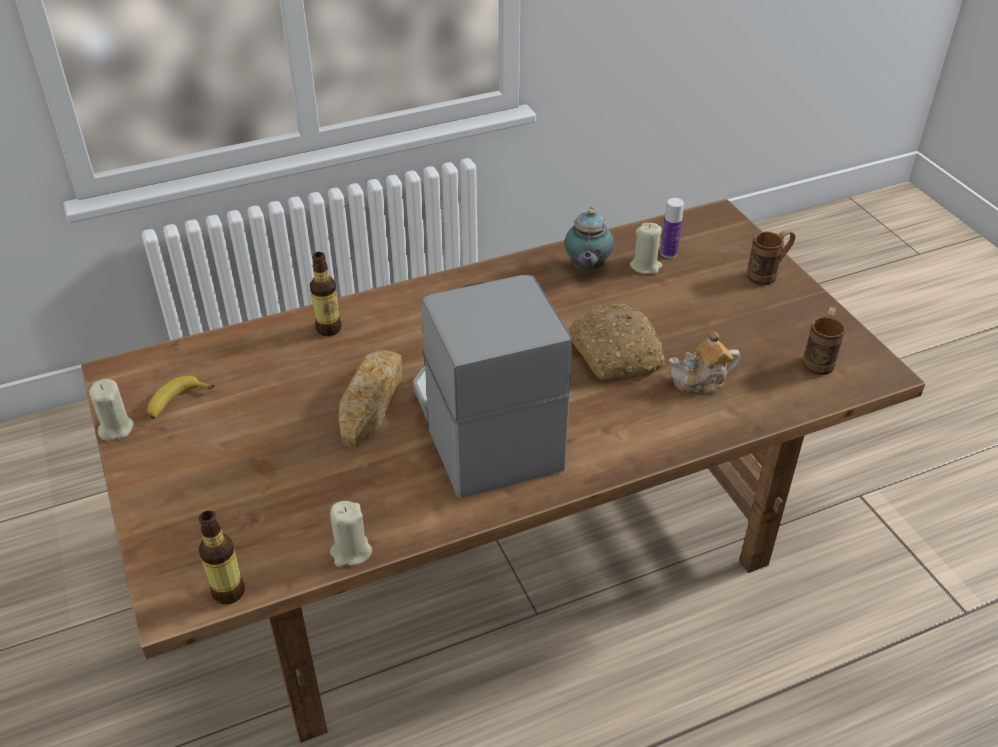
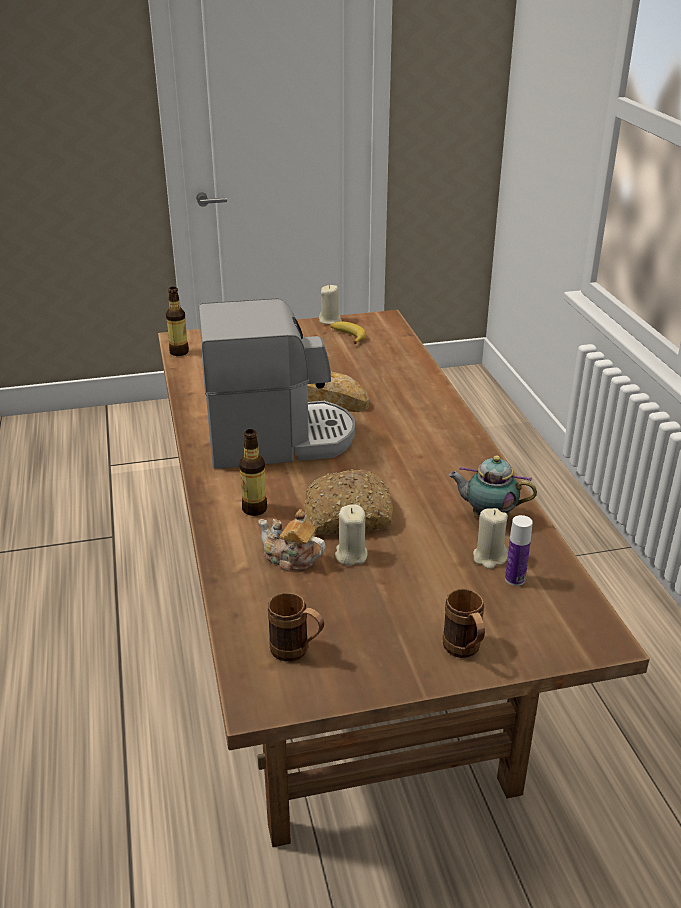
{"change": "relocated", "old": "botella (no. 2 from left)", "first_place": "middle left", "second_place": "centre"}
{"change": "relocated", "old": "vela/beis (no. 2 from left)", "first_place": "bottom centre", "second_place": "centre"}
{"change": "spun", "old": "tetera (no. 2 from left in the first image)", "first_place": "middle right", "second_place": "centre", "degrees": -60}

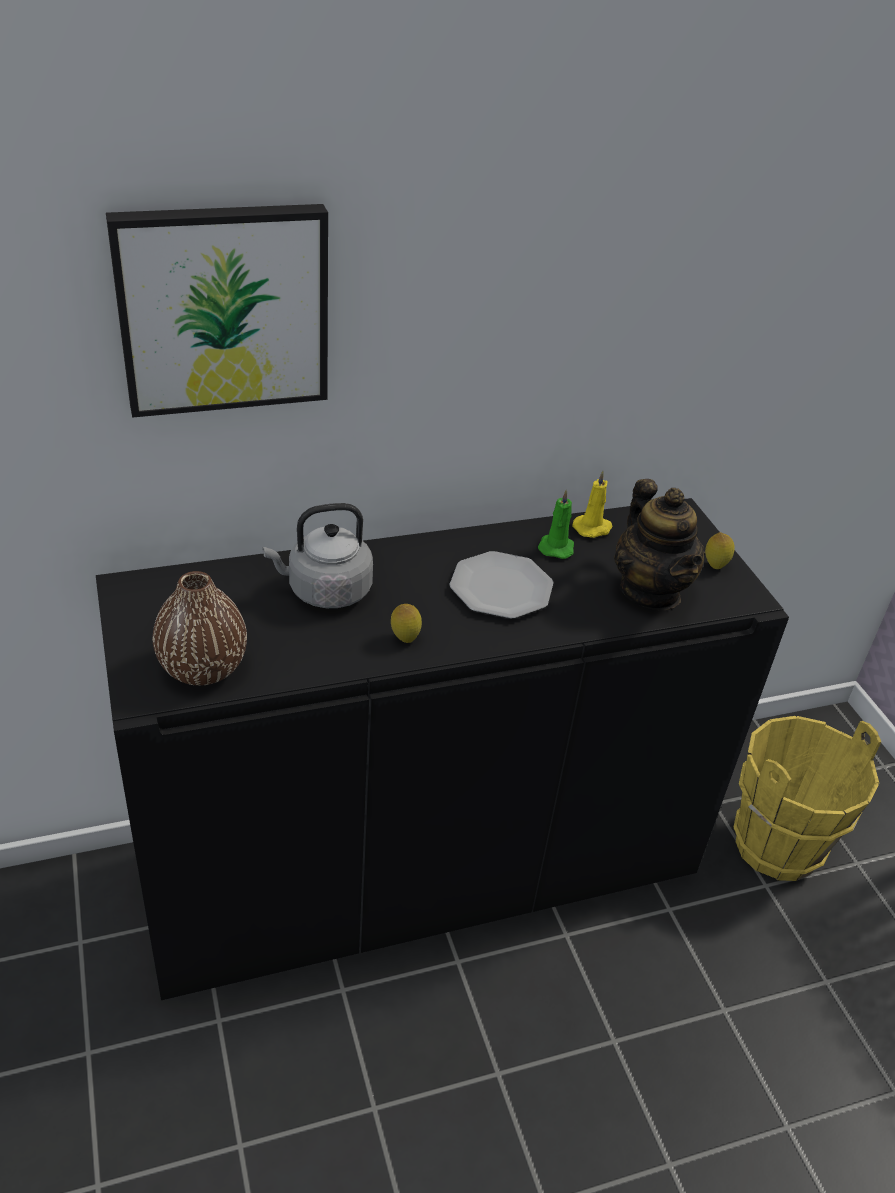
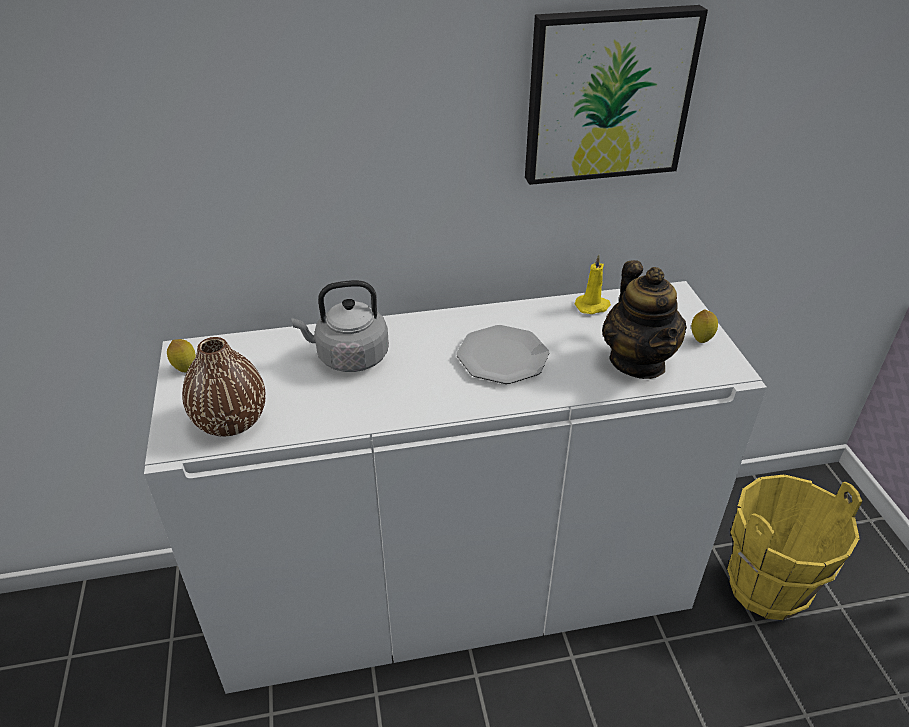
{"change": "missing", "old": "vela/verde", "first_place": "centre"}
{"change": "relocated", "old": "cuadro", "first_place": "top left", "second_place": "top right"}
{"change": "relocated", "old": "limón (no. 1 from left)", "first_place": "centre", "second_place": "middle left"}
{"change": "colour", "old": "armario/negro", "new": "armario/blanco", "first_place": "centre", "second_place": "bottom centre"}

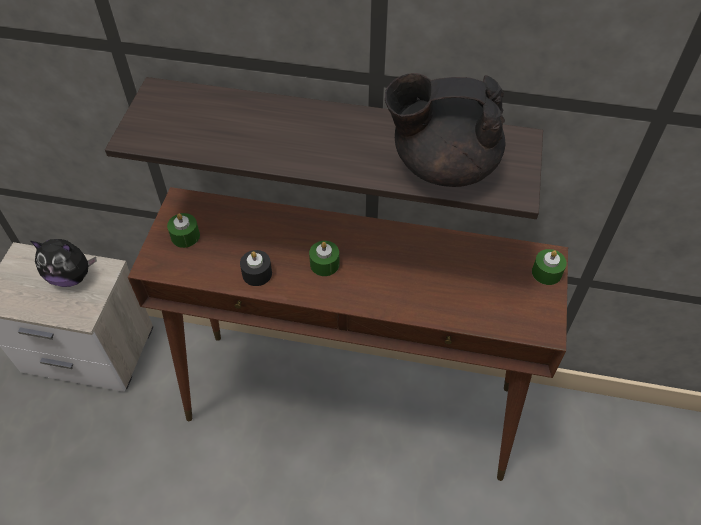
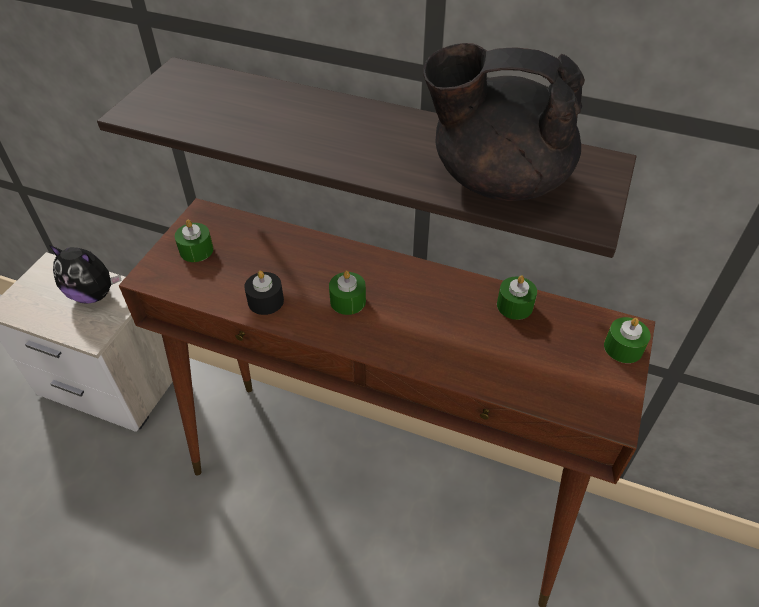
{"change": "appeared", "new": "vela/verde (no. 3 from left)", "second_place": "middle right"}

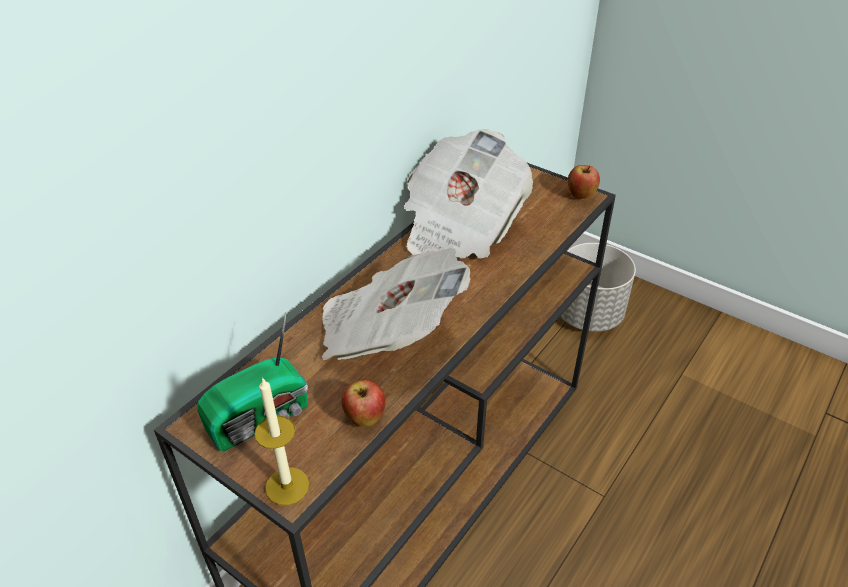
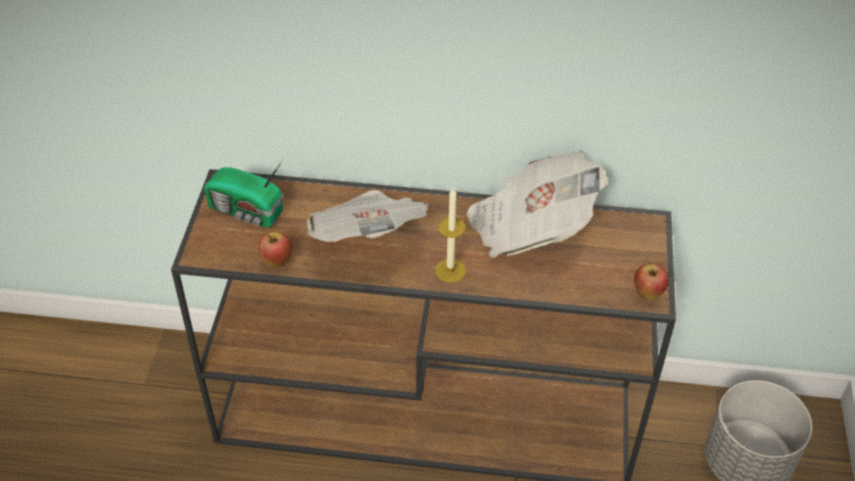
{"change": "relocated", "old": "vela", "first_place": "bottom left", "second_place": "centre"}

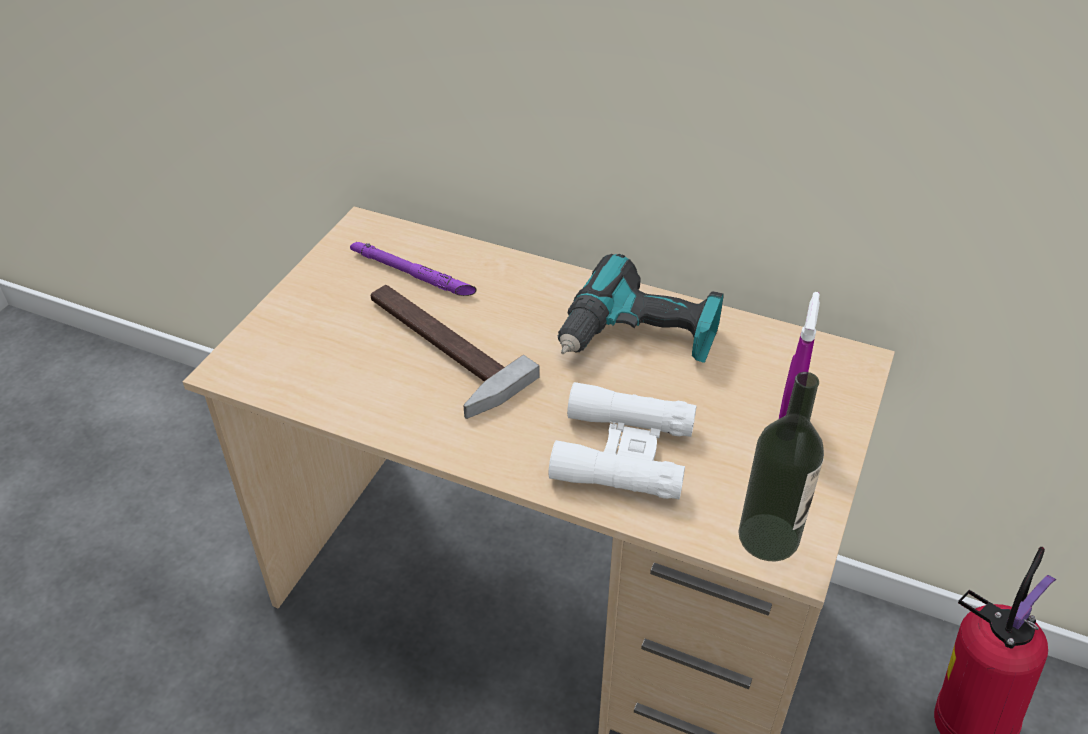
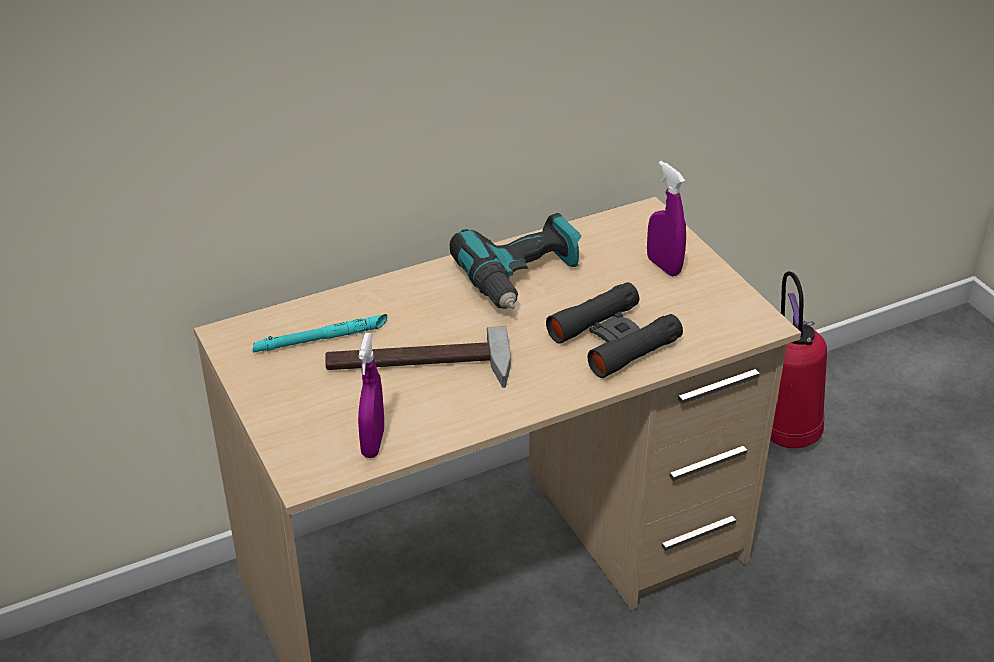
{"change": "missing", "old": "botella", "first_place": "middle right"}
{"change": "appeared", "new": "pulverizador/morado (no. 1 from left)", "second_place": "centre"}
{"change": "colour", "old": "linterna/morado", "new": "linterna/turquesa", "first_place": "centre", "second_place": "middle left"}
{"change": "colour", "old": "prismáticos/blanco", "new": "prismáticos/negro", "first_place": "centre", "second_place": "centre"}

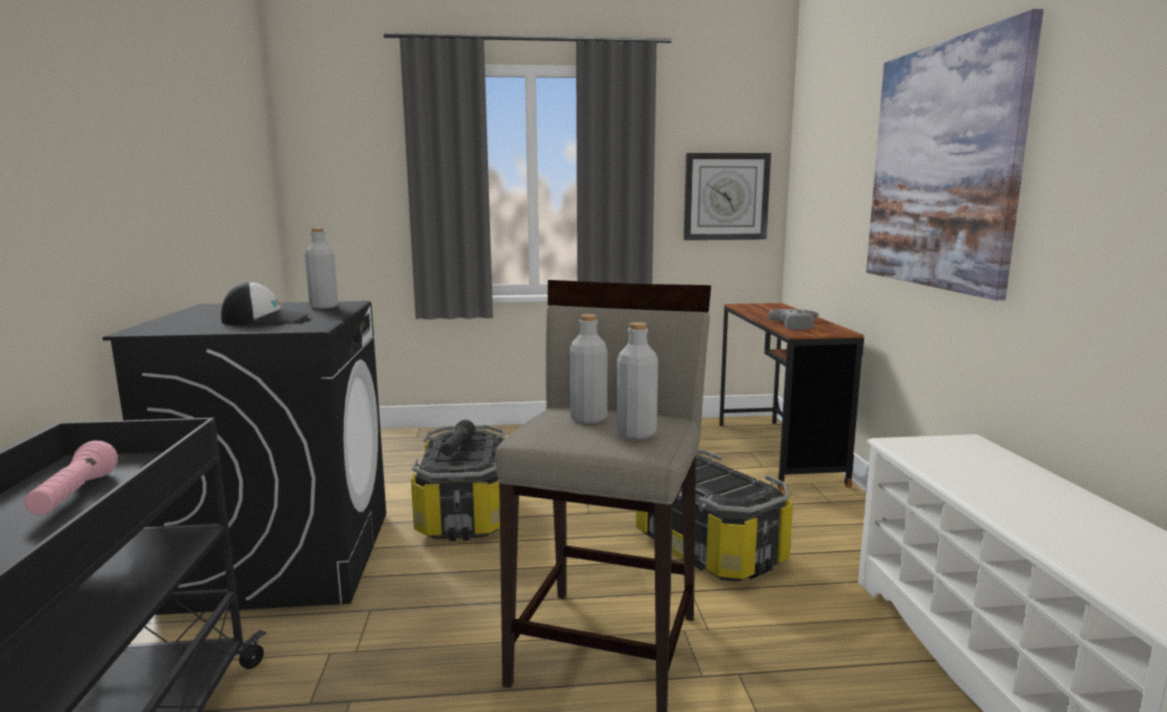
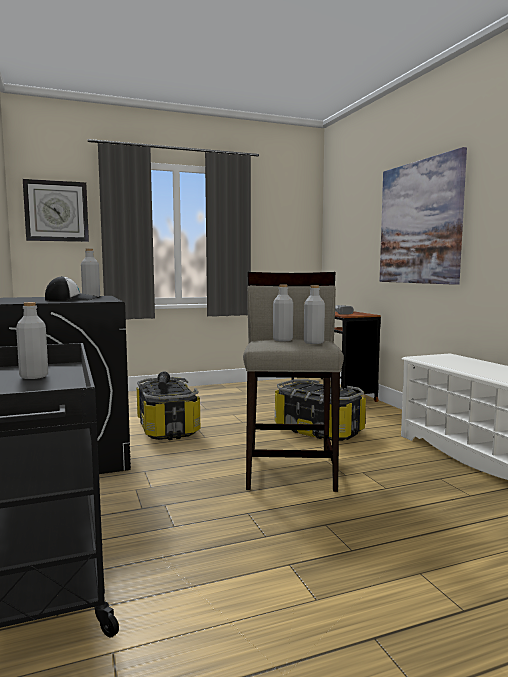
{"change": "relocated", "old": "reloj de pared", "first_place": "top centre", "second_place": "top left"}
{"change": "exchanged", "old": "linterna/rosa", "new": "botella/gris (no. 1 from left)", "first_place": "bottom left", "second_place": "middle left"}

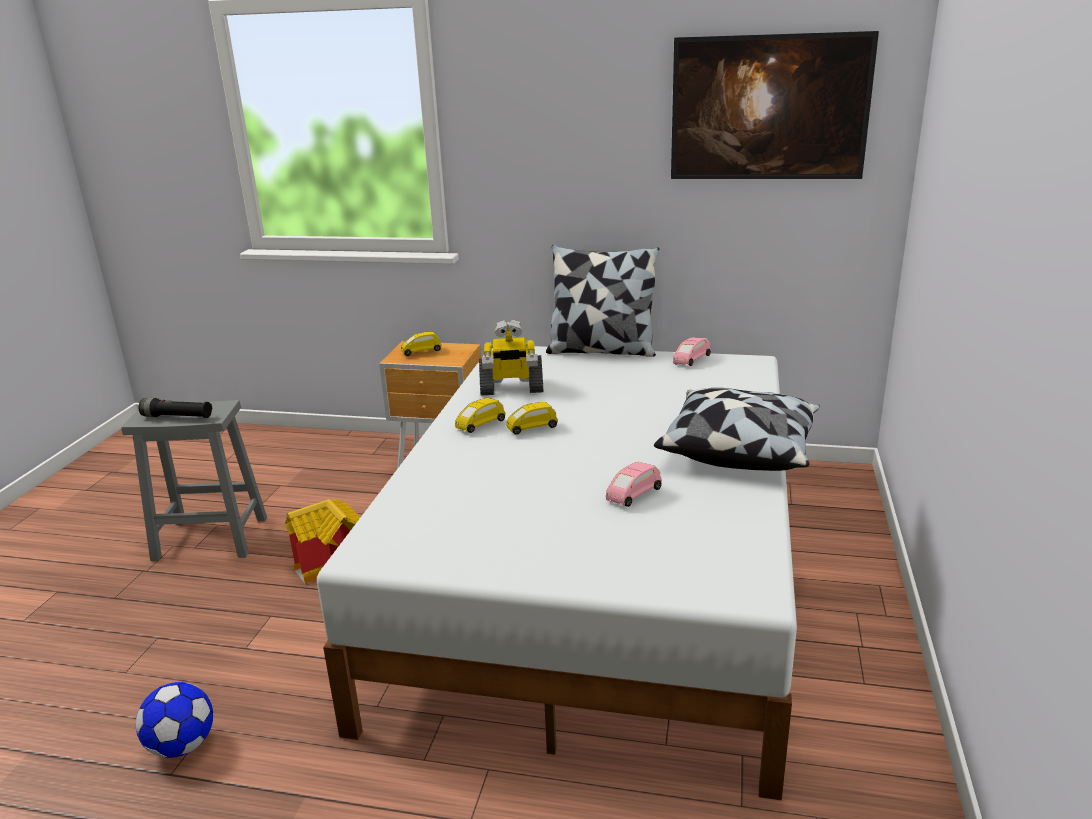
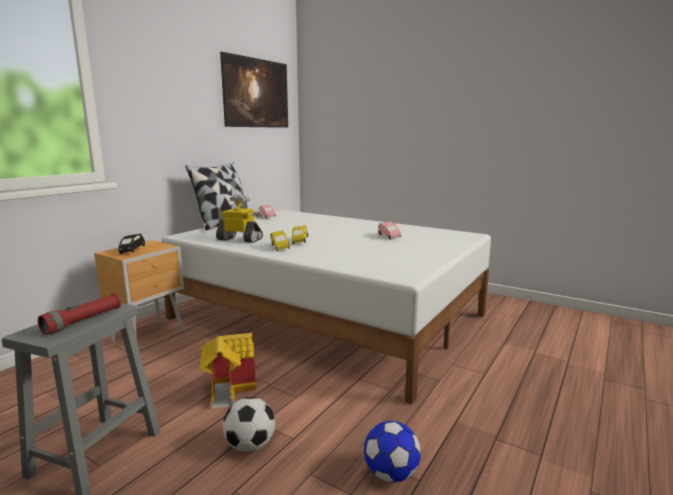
{"change": "missing", "old": "cojín (no. 2 from left)", "first_place": "middle right"}
{"change": "appeared", "new": "balón de fútbol (no. 1 from left)", "second_place": "bottom centre"}
{"change": "colour", "old": "linterna/negro", "new": "linterna/rojo", "first_place": "middle left", "second_place": "middle left"}
{"change": "colour", "old": "coche de juguete/amarillo (no. 1 from left)", "new": "coche de juguete/negro", "first_place": "centre", "second_place": "middle left"}
{"change": "spun", "old": "robot de juguete", "first_place": "centre", "second_place": "centre", "degrees": -90}

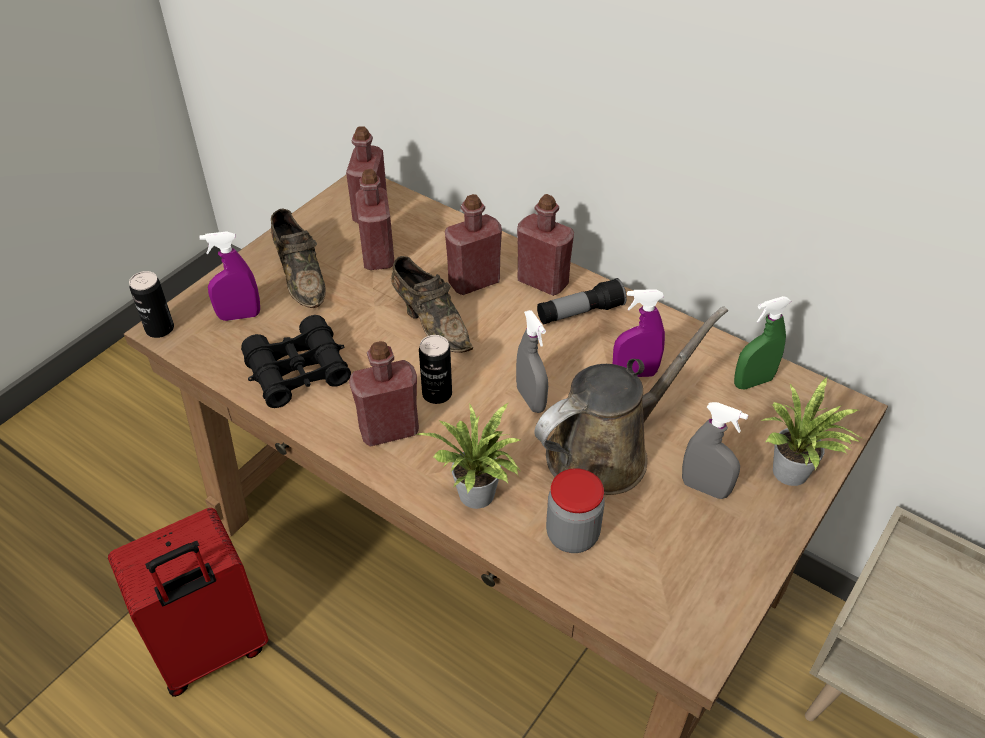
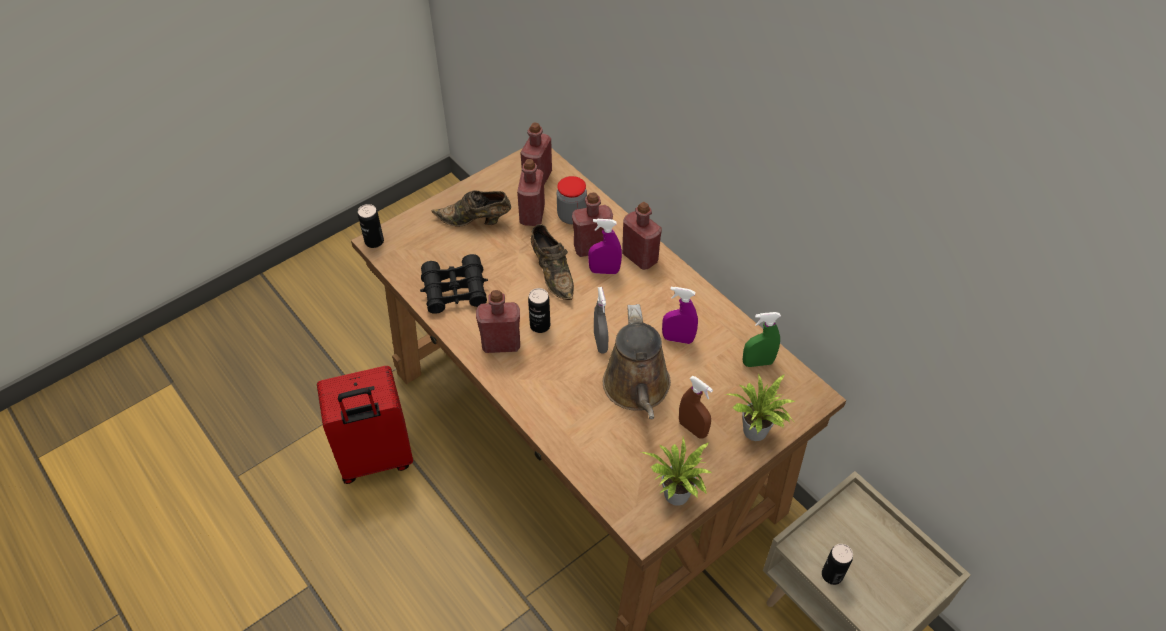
{"change": "missing", "old": "linterna", "first_place": "centre"}
{"change": "appeared", "new": "lata (no. 3 from left)", "second_place": "bottom right"}
{"change": "relocated", "old": "pulverizador/morado (no. 1 from left)", "first_place": "middle left", "second_place": "centre"}
{"change": "relocated", "old": "planta en maceta (no. 1 from left)", "first_place": "centre", "second_place": "bottom centre"}
{"change": "relocated", "old": "tarro", "first_place": "bottom centre", "second_place": "top centre"}
{"change": "colour", "old": "pulverizador/gris (no. 2 from left)", "new": "pulverizador/marrón", "first_place": "middle right", "second_place": "centre"}
{"change": "spun", "old": "zapato/marrón (no. 1 from left)", "first_place": "middle left", "second_place": "top centre", "degrees": 105}
{"change": "spun", "old": "regadera/marrón", "first_place": "centre", "second_place": "centre", "degrees": 105}

